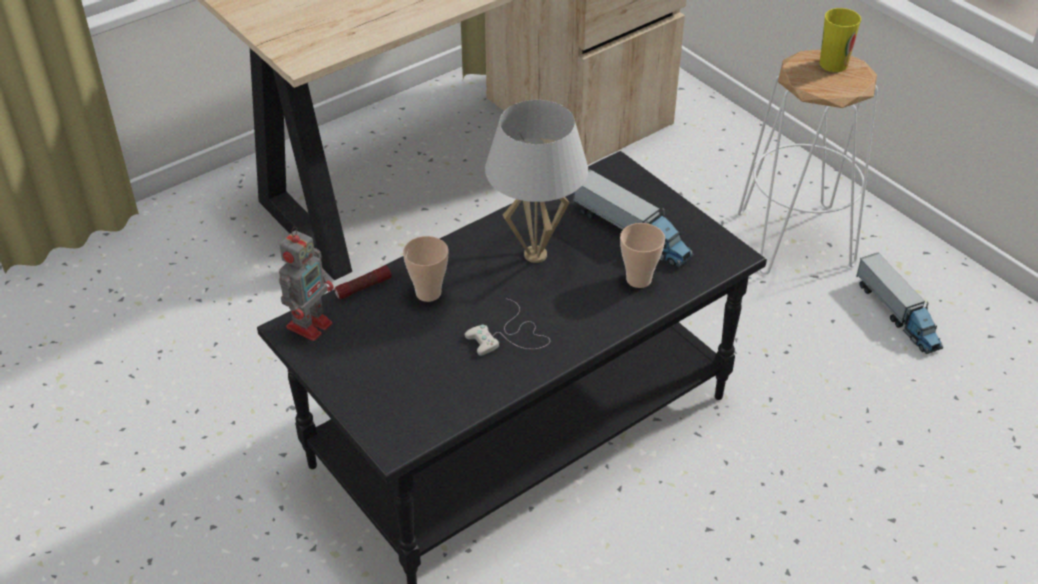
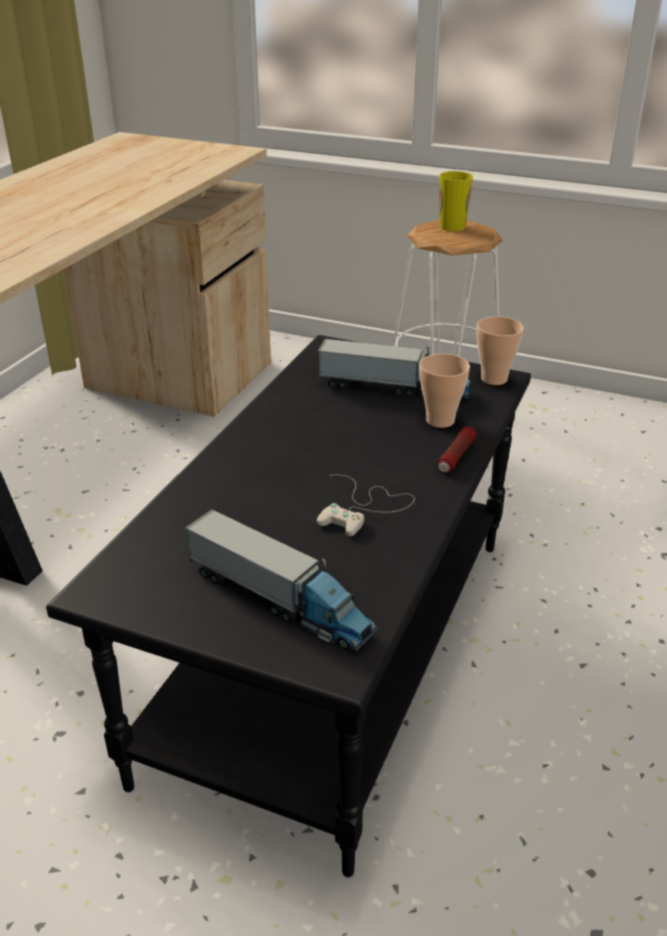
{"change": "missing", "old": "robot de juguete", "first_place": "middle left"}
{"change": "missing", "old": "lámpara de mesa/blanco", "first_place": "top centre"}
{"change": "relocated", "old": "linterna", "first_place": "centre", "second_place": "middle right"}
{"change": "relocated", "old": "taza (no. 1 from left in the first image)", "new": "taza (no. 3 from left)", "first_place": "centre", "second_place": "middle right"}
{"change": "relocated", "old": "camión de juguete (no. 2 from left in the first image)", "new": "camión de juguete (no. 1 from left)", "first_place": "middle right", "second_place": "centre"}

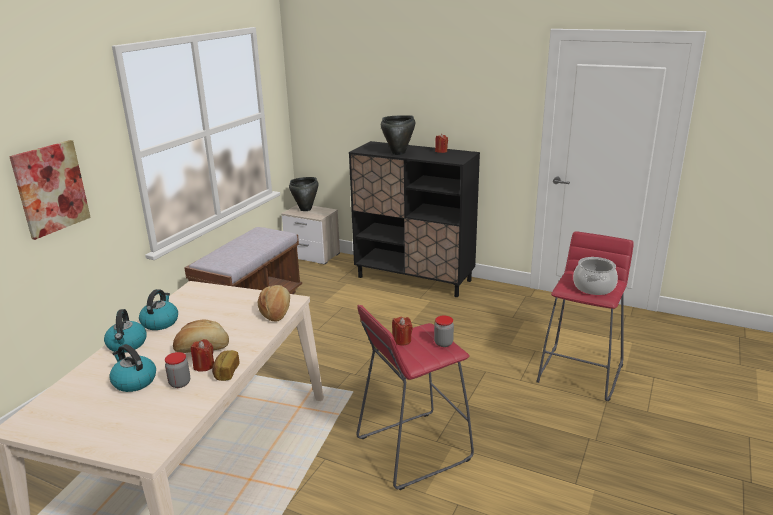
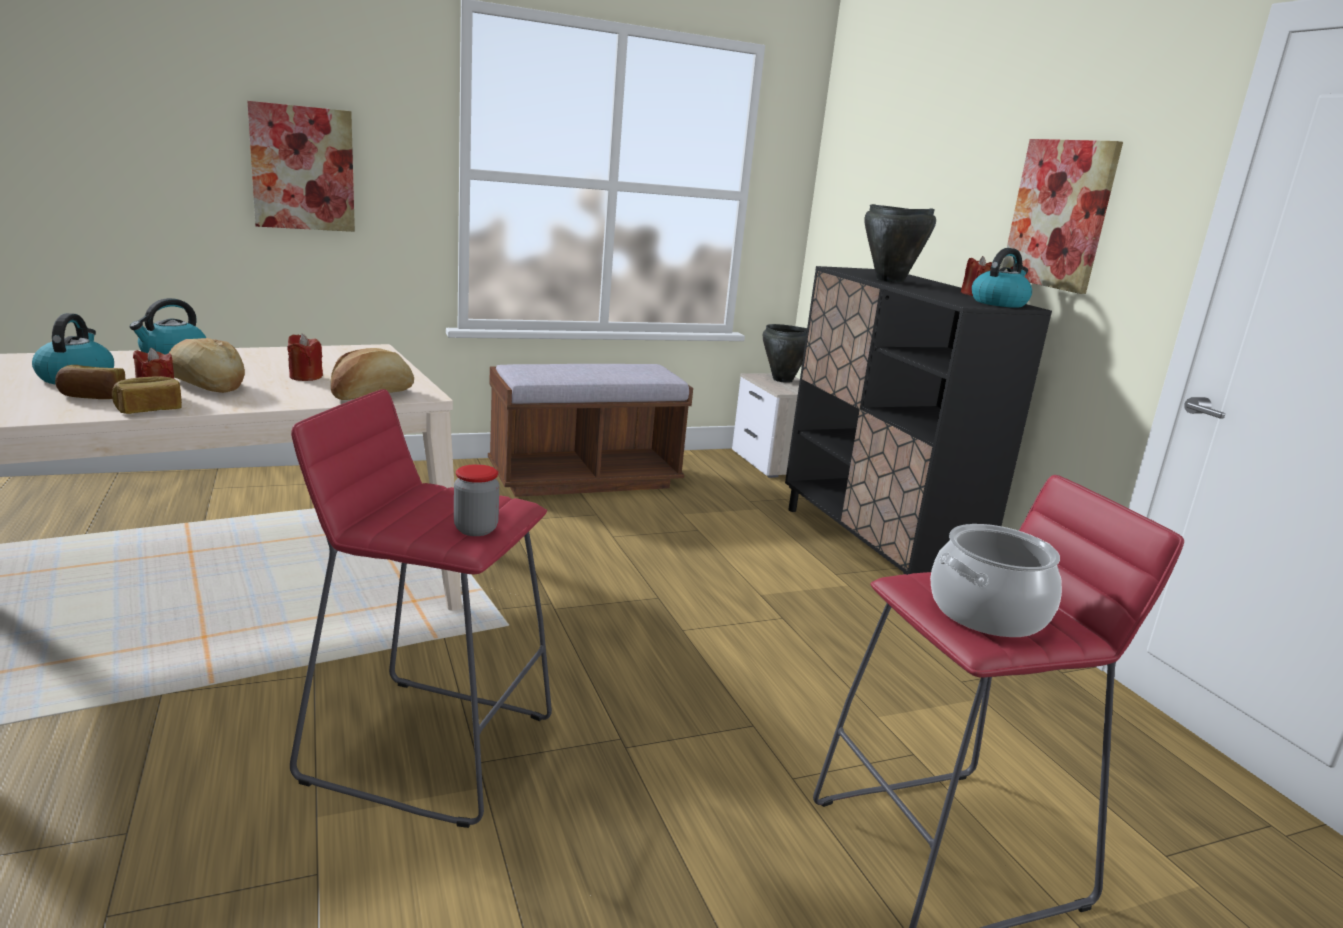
{"change": "appeared", "new": "cuadro (no. 2 from left)", "second_place": "top right"}
{"change": "relocated", "old": "hervidor (no. 3 from left)", "first_place": "middle left", "second_place": "top right"}
{"change": "relocated", "old": "vela/rojo (no. 2 from left)", "first_place": "centre", "second_place": "middle left"}
{"change": "exchanged", "old": "tarro (no. 1 from left)", "new": "pan (no. 1 from left)", "first_place": "bottom left", "second_place": "middle left"}

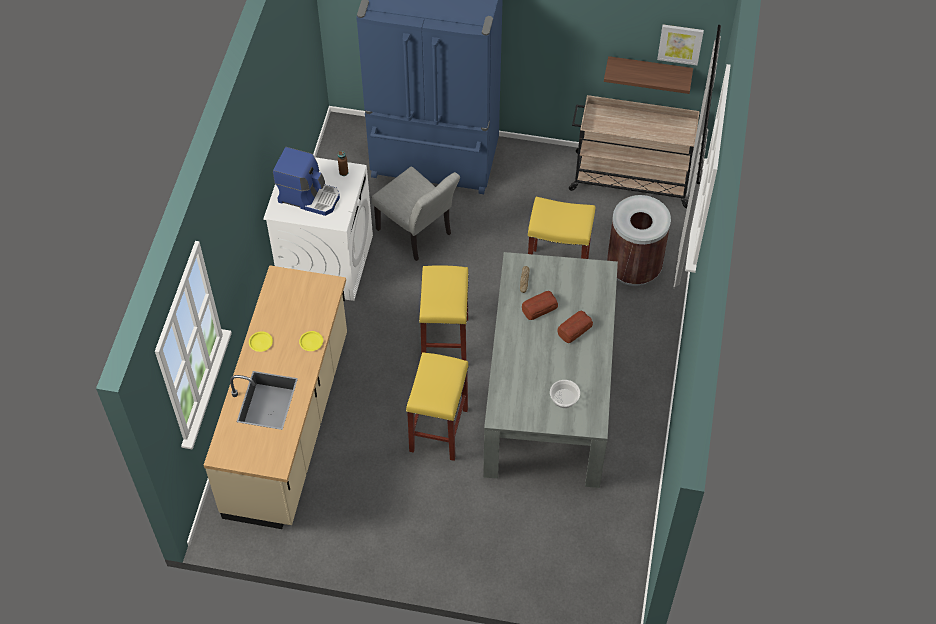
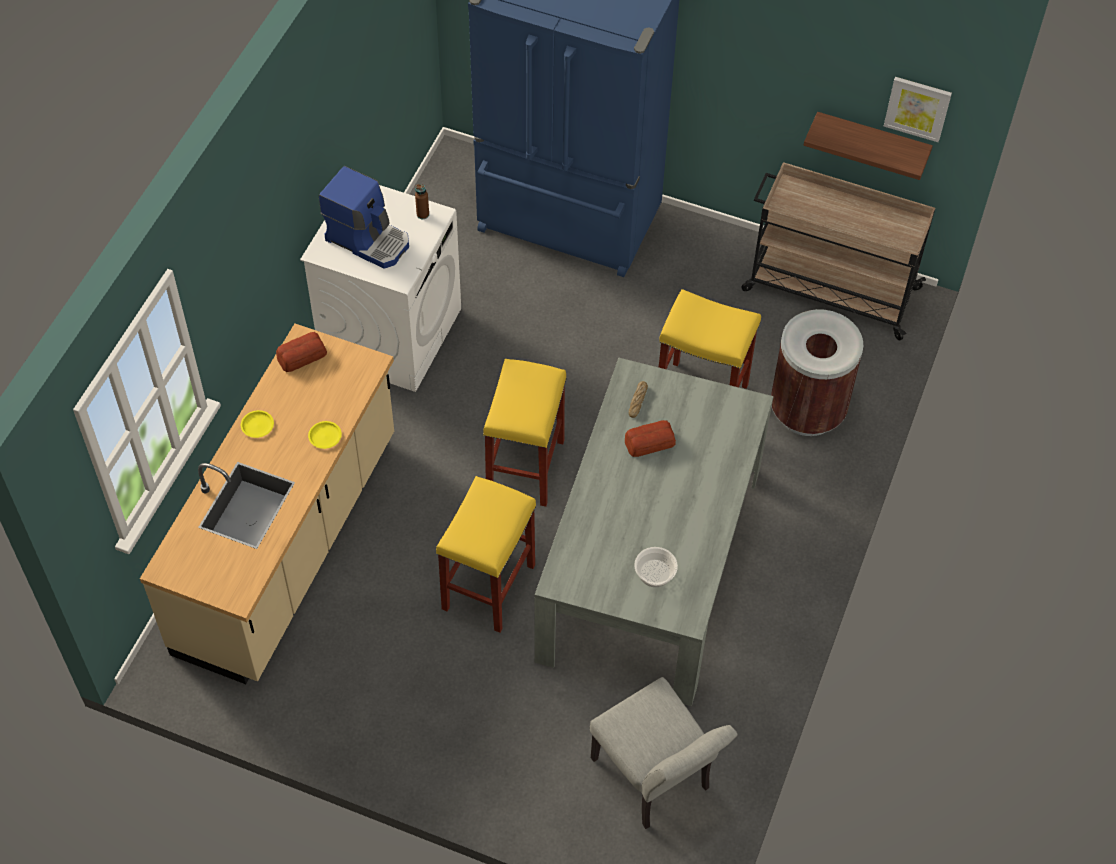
{"change": "relocated", "old": "silla/gris", "first_place": "centre", "second_place": "bottom centre"}
{"change": "relocated", "old": "pan (no. 3 from left in the first image)", "new": "pan (no. 1 from left)", "first_place": "centre", "second_place": "middle left"}

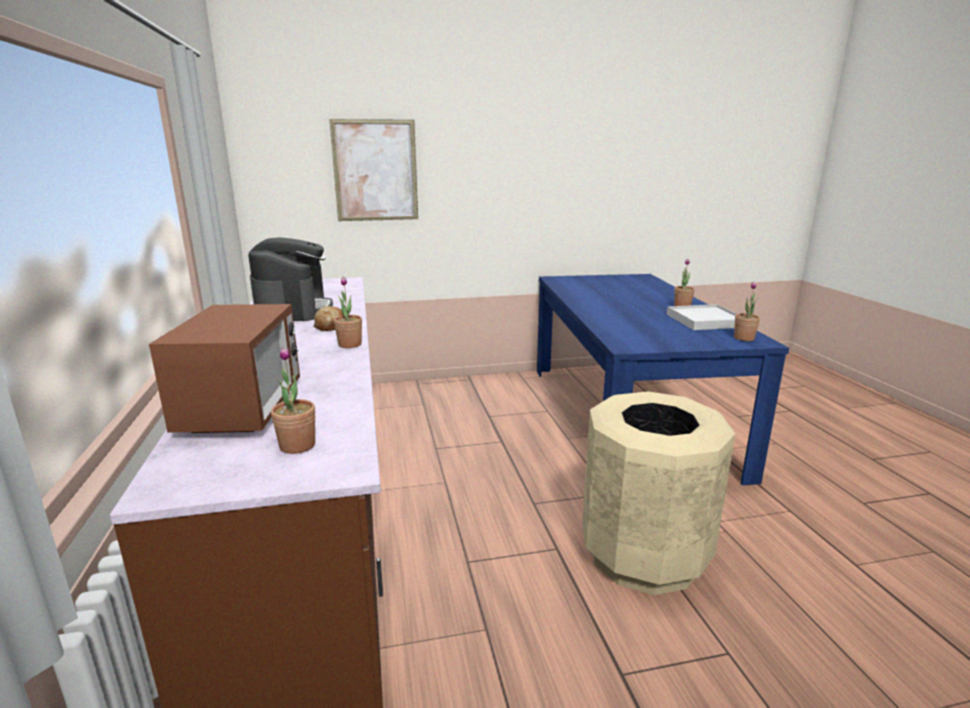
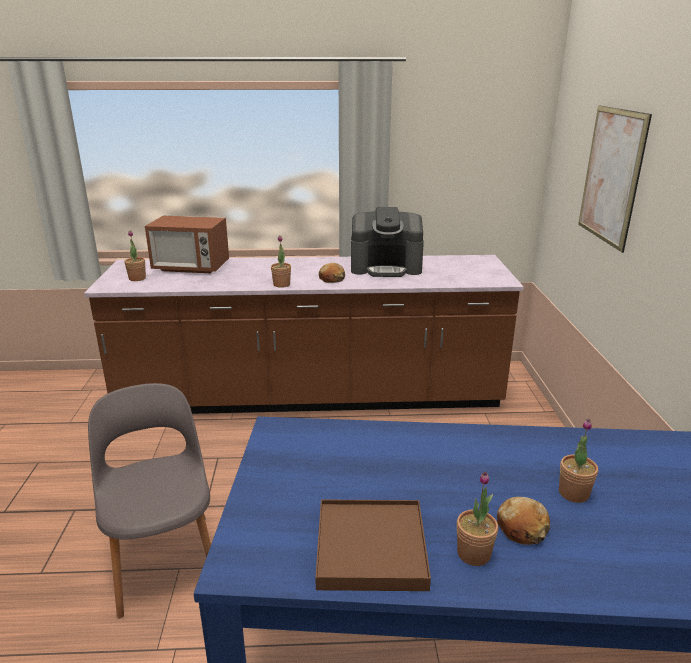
{"change": "appeared", "new": "pan (no. 2 from left)", "second_place": "bottom right"}
{"change": "relocated", "old": "planta en maceta (no. 4 from left)", "first_place": "middle right", "second_place": "bottom right"}
{"change": "exchanged", "old": "papelera/beis", "new": "silla/gris", "first_place": "bottom right", "second_place": "bottom left"}
{"change": "colour", "old": "bandeja/blanco", "new": "bandeja/marrón", "first_place": "middle right", "second_place": "bottom centre"}

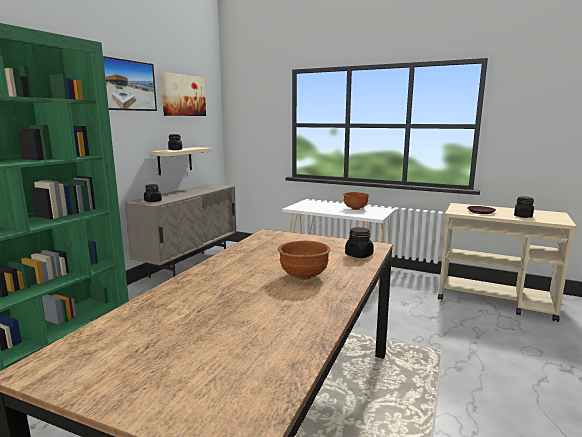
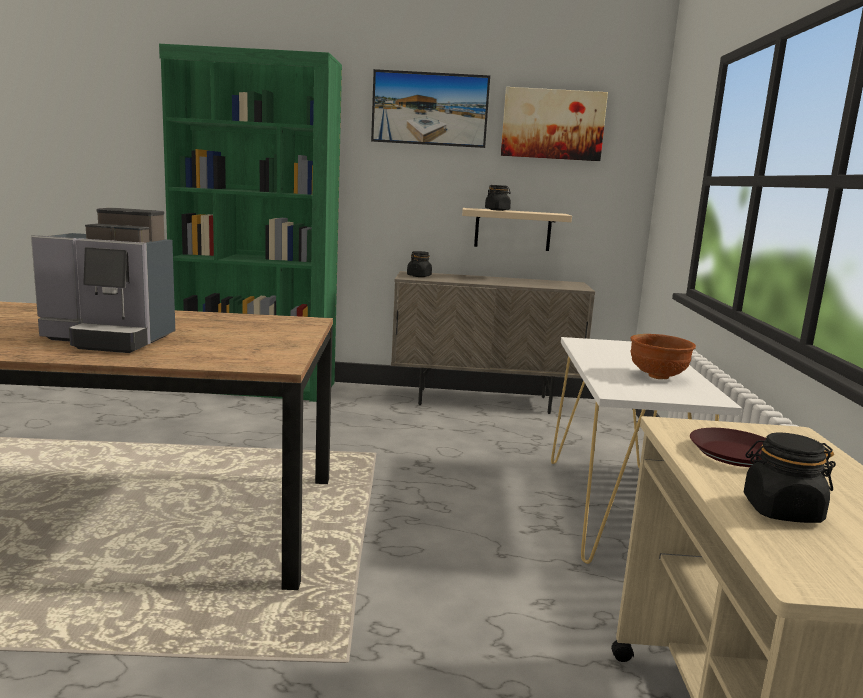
{"change": "missing", "old": "tarro/negro (no. 3 from left)", "first_place": "centre"}
{"change": "exchanged", "old": "cuenco/marrón (no. 1 from left)", "new": "cafetera", "first_place": "centre", "second_place": "middle left"}

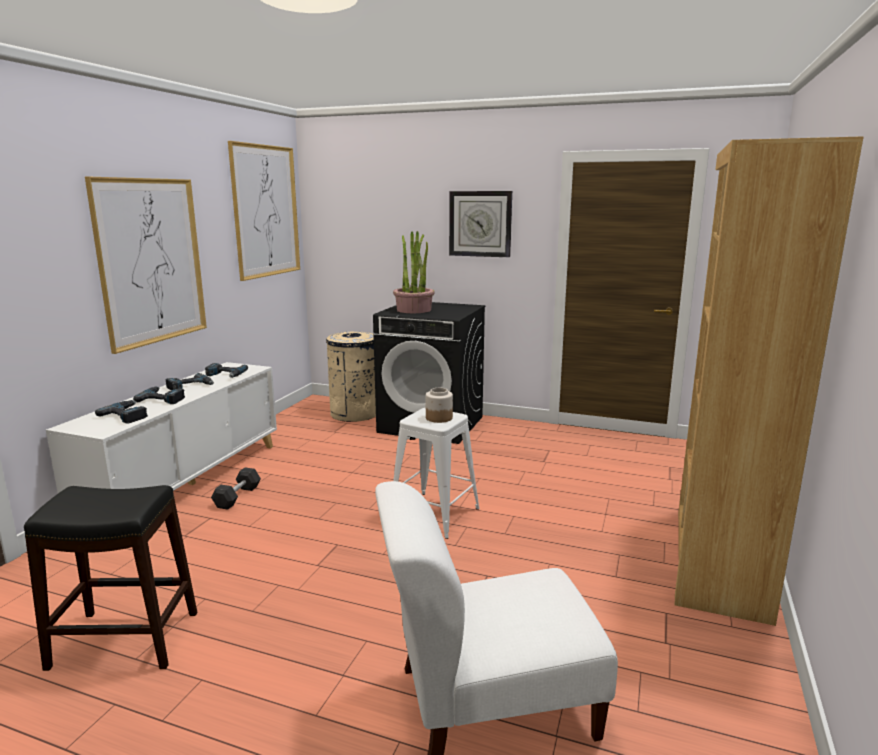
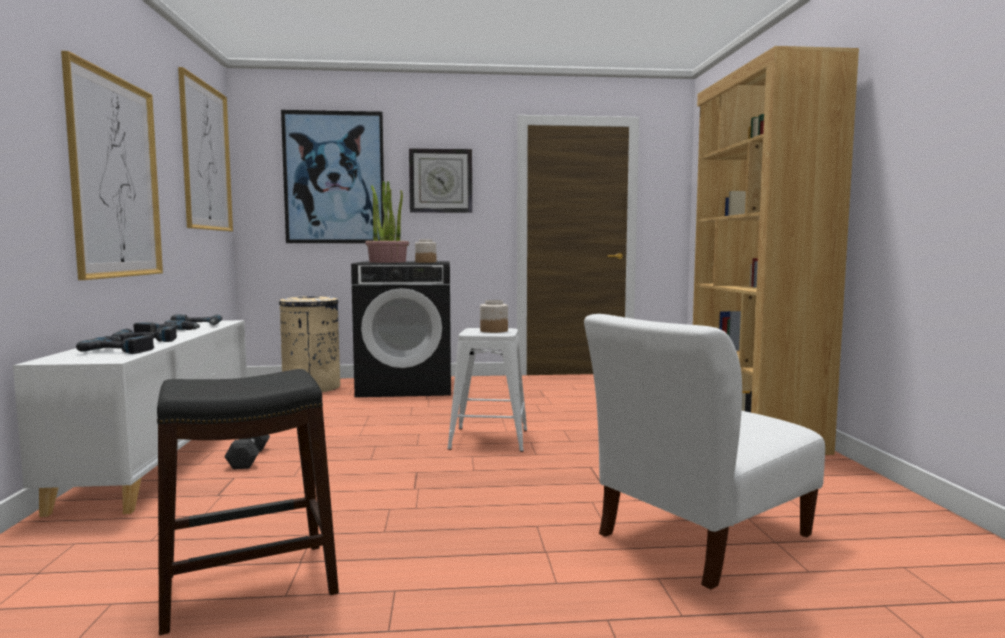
{"change": "appeared", "new": "cuadro (no. 3 from left)", "second_place": "top left"}
{"change": "appeared", "new": "tarro (no. 1 from left)", "second_place": "centre"}

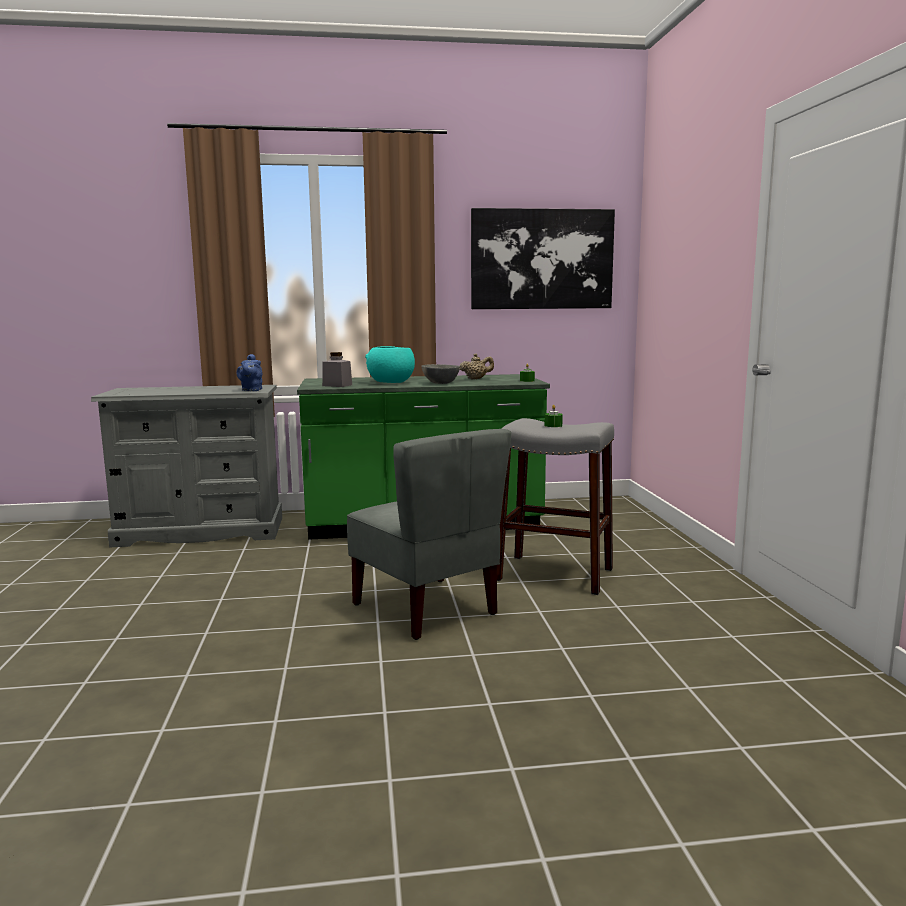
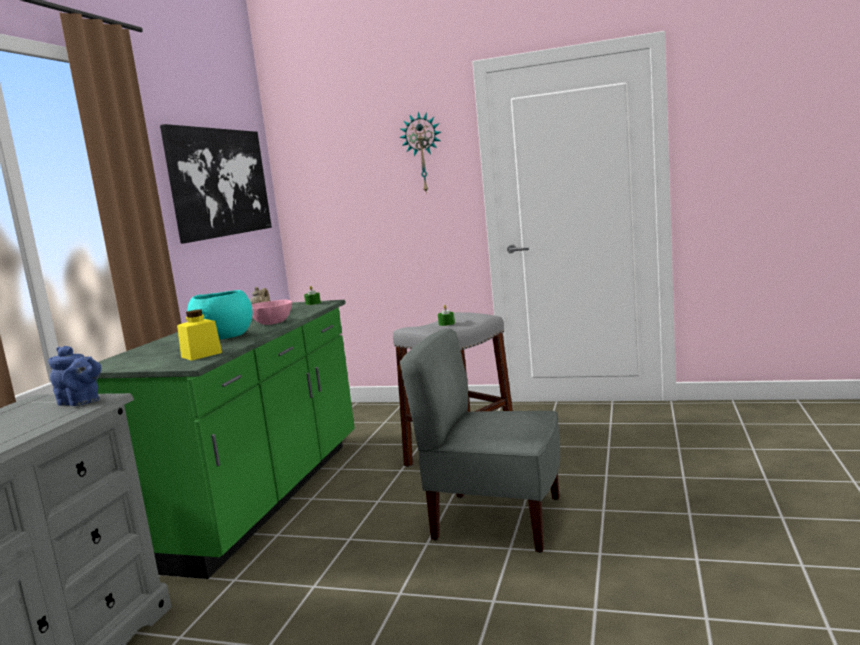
{"change": "appeared", "new": "reloj de pared", "second_place": "top centre"}
{"change": "colour", "old": "tarro/gris", "new": "tarro/amarillo", "first_place": "centre", "second_place": "middle left"}
{"change": "colour", "old": "cuenco/gris", "new": "cuenco/rosa", "first_place": "centre", "second_place": "middle left"}
{"change": "spun", "old": "silla/gris", "first_place": "centre", "second_place": "bottom centre", "degrees": -150}

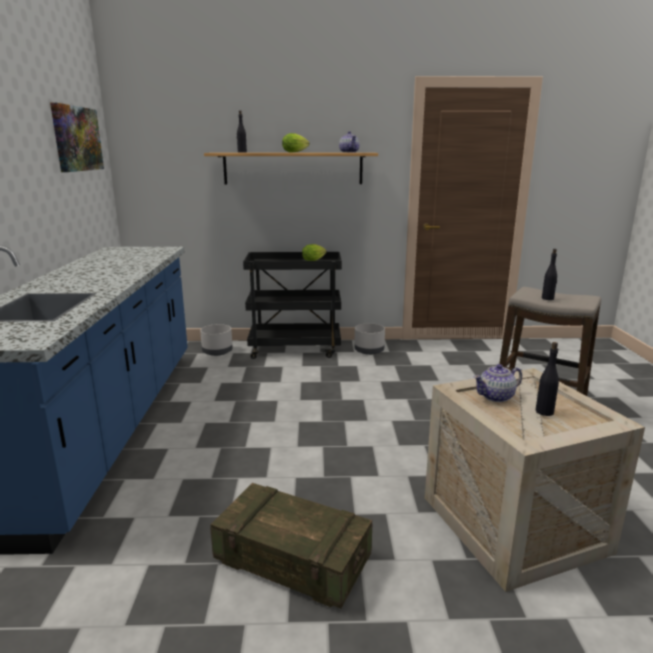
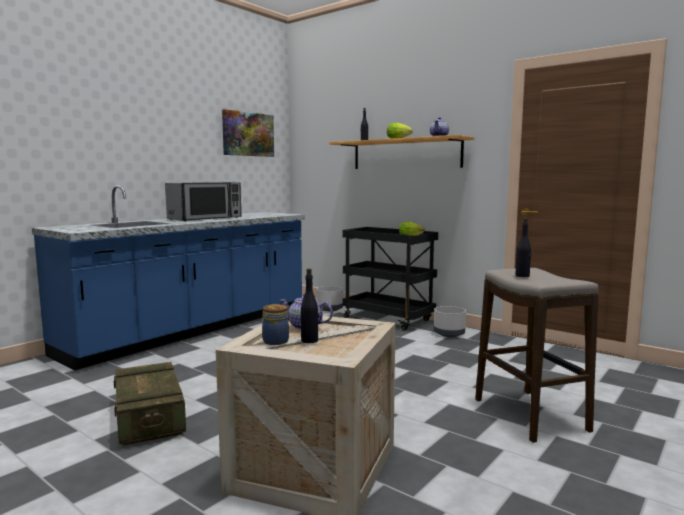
{"change": "appeared", "new": "microondas", "second_place": "middle left"}
{"change": "appeared", "new": "tarro", "second_place": "centre"}

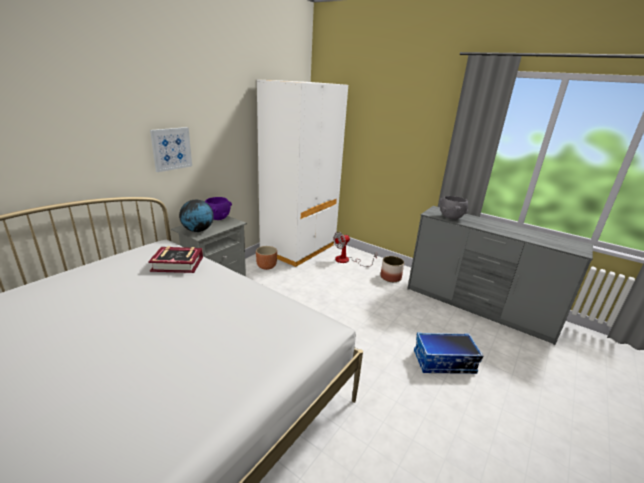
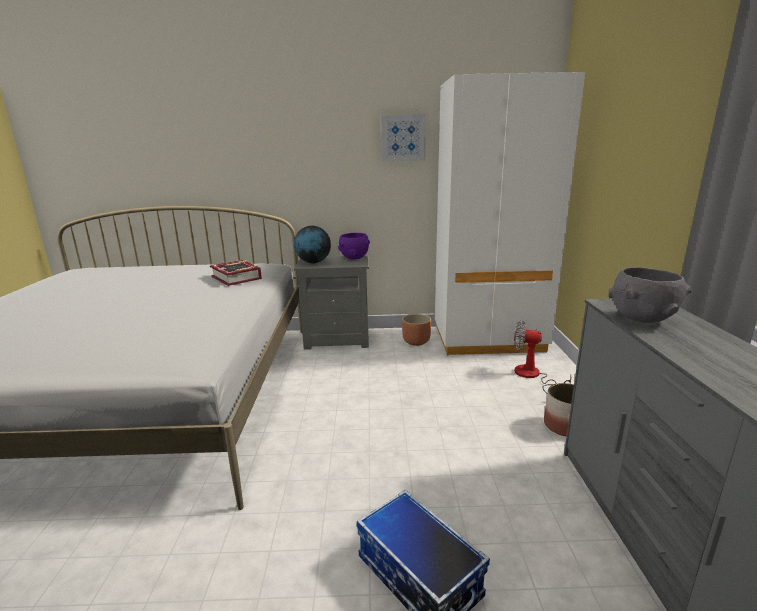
{"change": "relocated", "old": "cuadro", "first_place": "top left", "second_place": "top centre"}

